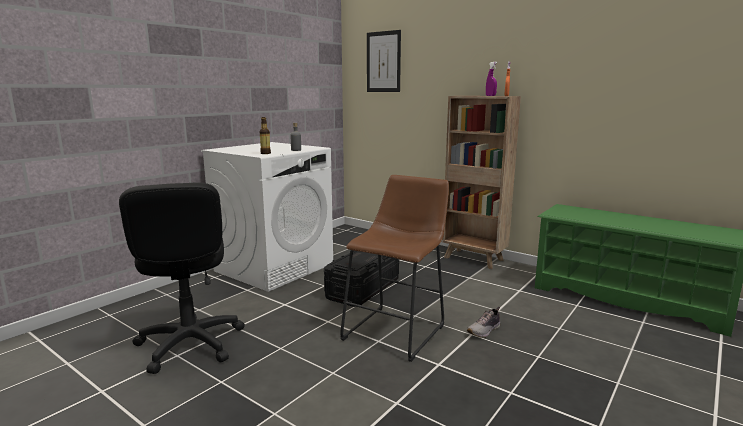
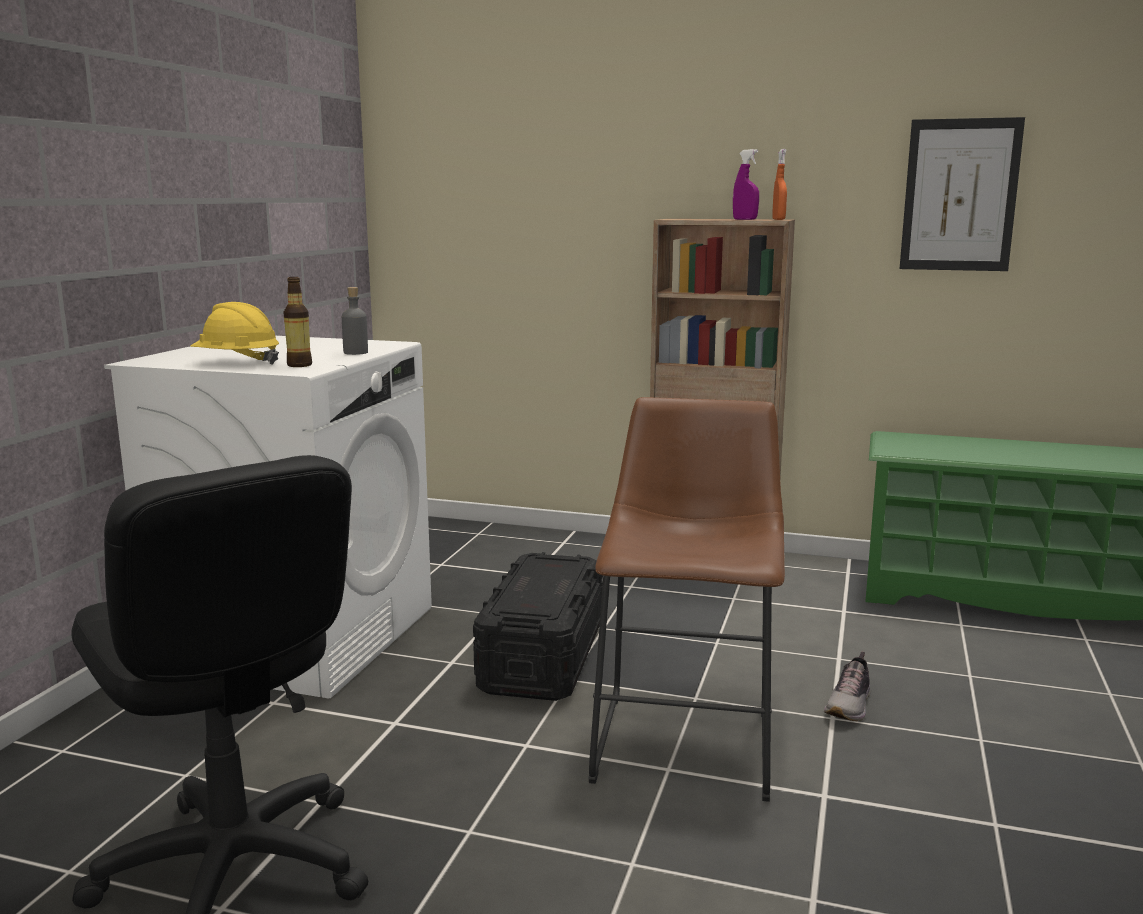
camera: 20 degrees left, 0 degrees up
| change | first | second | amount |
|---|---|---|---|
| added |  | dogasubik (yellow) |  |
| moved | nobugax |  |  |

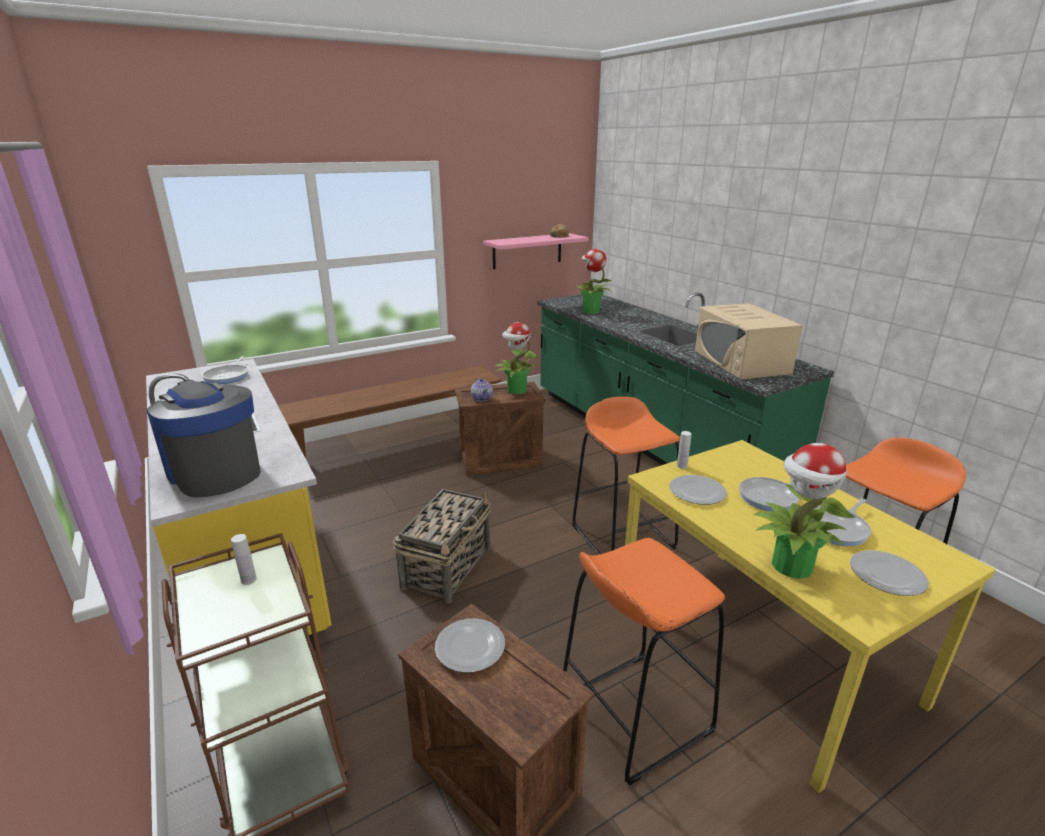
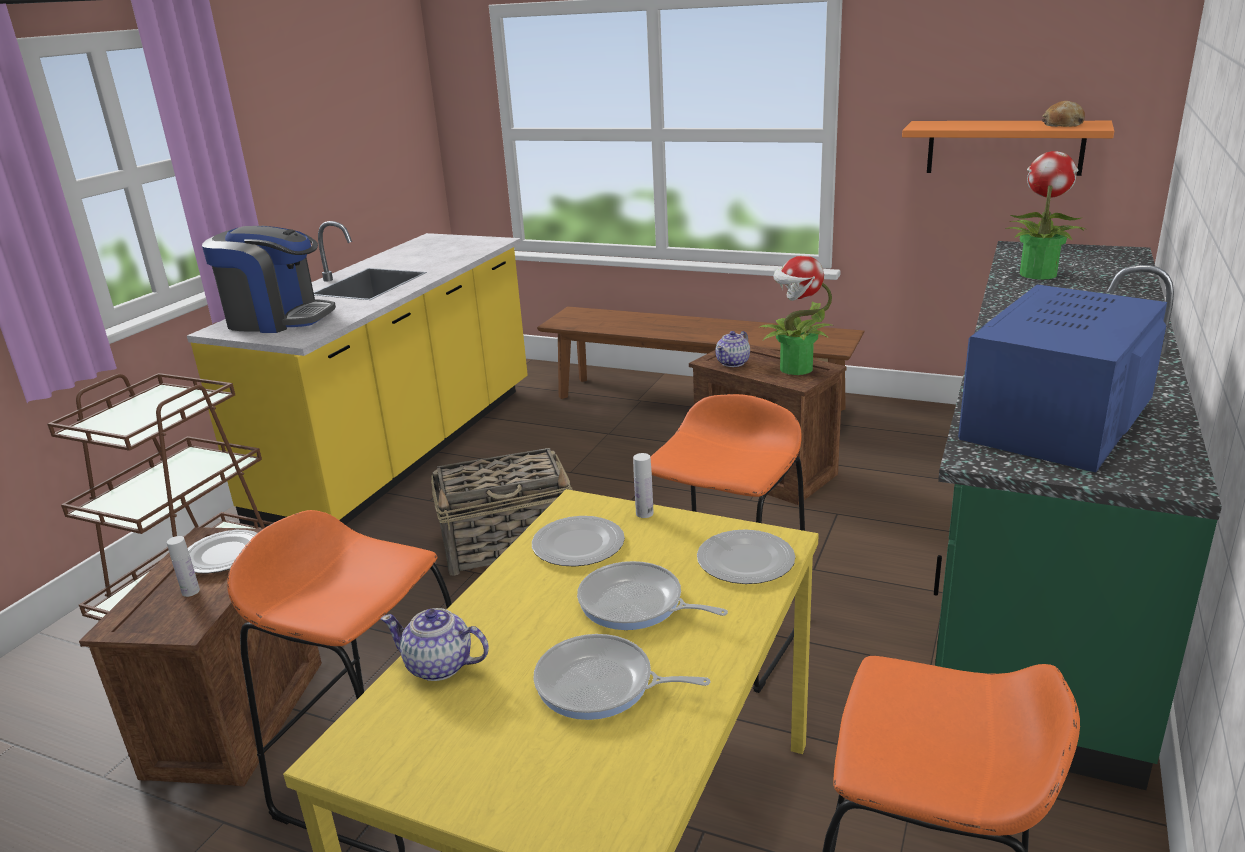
camera: 55 degrees right, 0 degrees up
| change | first | second | amount |
|---|---|---|---|
| moved | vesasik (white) (1st from left) |  |  |
| turned | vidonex |  | 90 degrees clockwise |
| replaced | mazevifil (3rd from left) | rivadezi (1st from left) |  |
| moved | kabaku (3rd from left) |  |  |
| recoloured | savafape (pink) | savafape (orange) |  |
| recoloured | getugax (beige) | getugax (blue) |  |
| removed | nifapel (1st from left) |  |  |

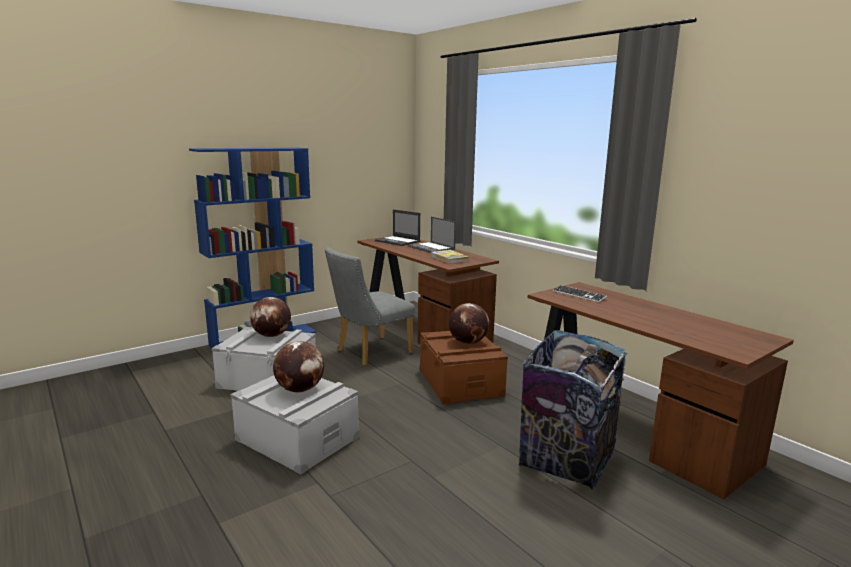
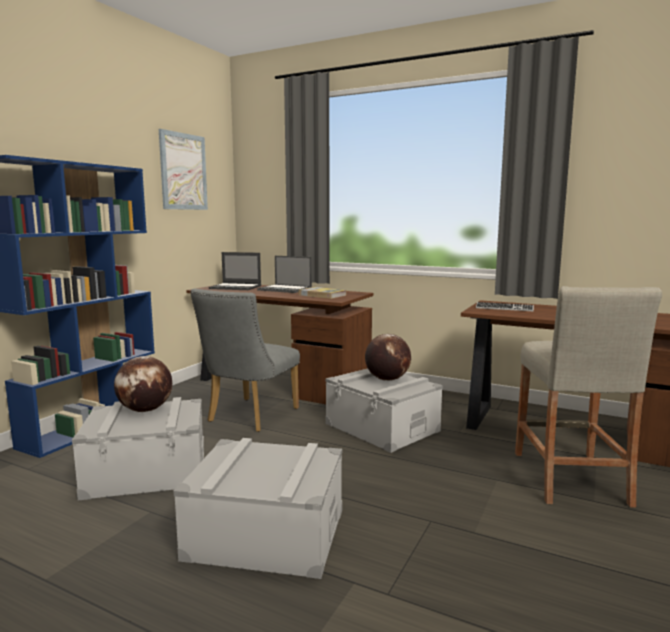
camera: 25 degrees left, 5 degrees down
| change | first | second | amount |
|---|---|---|---|
| added |  | nobugax |  |
| recoloured | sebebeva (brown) | sebebeva (grey) (3rd from left) |  |
| replaced | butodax | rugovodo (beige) |  |
| removed | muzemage (2nd from left) |  |  |

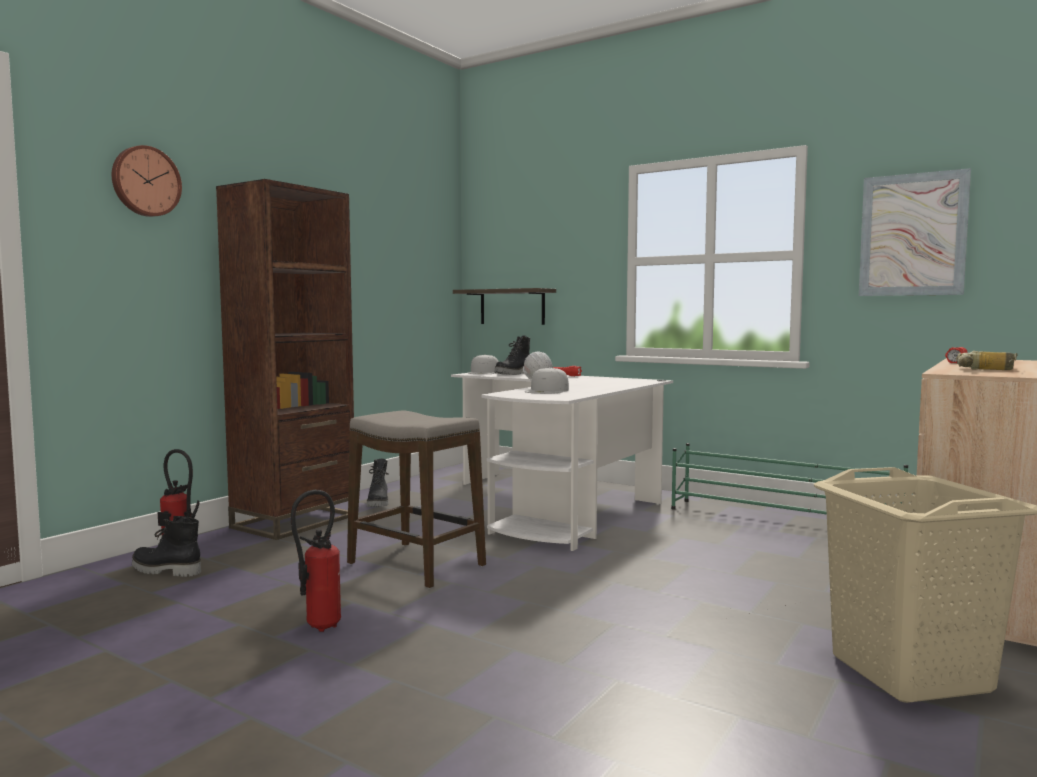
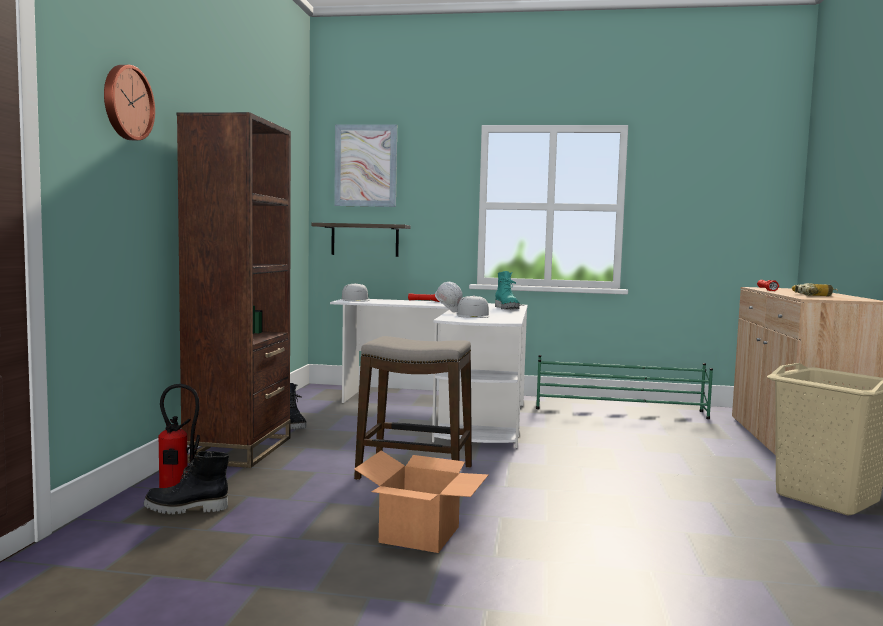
camera: 25 degrees left, 0 degrees up
| change | first | second | amount |
|---|---|---|---|
| moved | nobugax |  |  |
| replaced | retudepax (2nd from left) | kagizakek |  |
| added |  | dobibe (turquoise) |  |
| removed | dobibe (black) (3rd from left) |  |  |

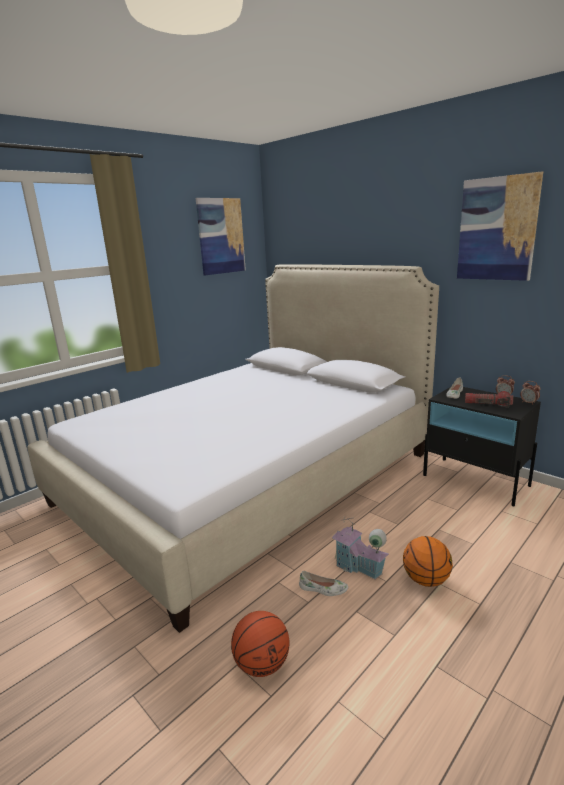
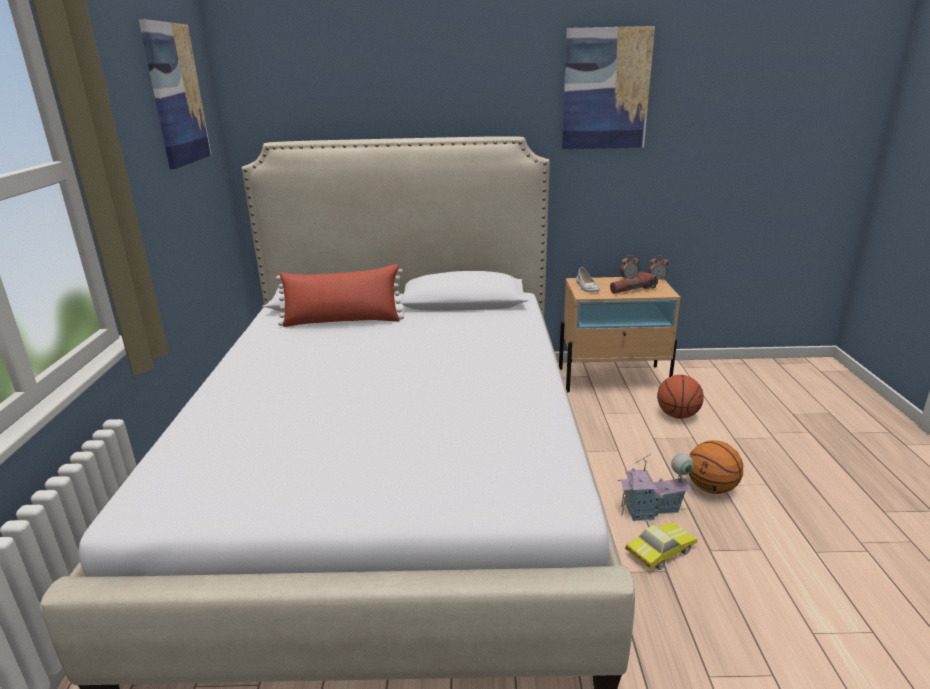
camera: 45 degrees left, 5 degrees up
| change | first | second | amount |
|---|---|---|---|
| added |  | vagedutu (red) |  |
| recoloured | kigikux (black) | kigikux (beige) |  |
| replaced | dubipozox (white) (1st from left) | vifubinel |  |
| moved | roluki (1st from left) |  |  |

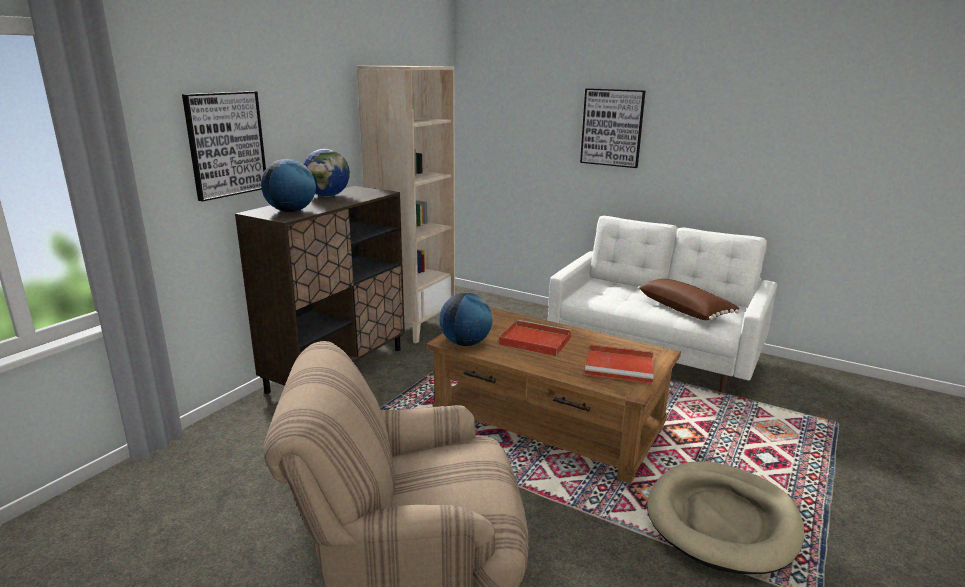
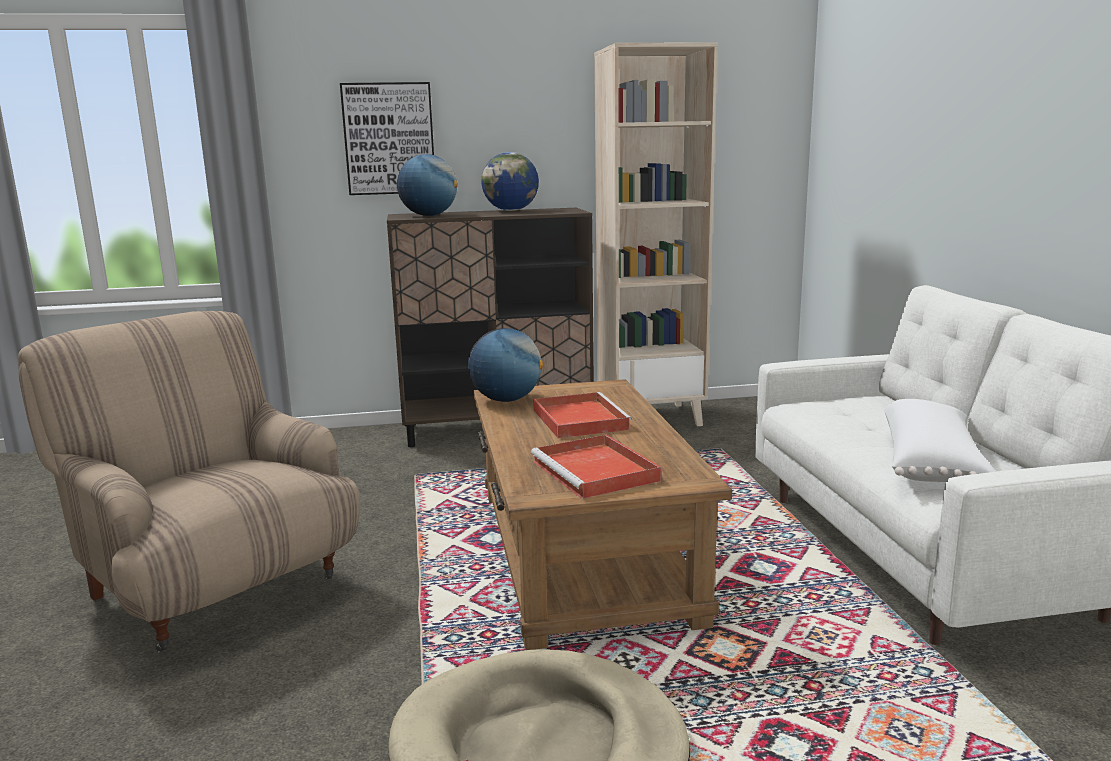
camera: 50 degrees right, 5 degrees down
| change | first | second | amount |
|---|---|---|---|
| recoloured | vagedutu (brown) | vagedutu (white) |  |
| removed | nobugax (2nd from left) |  |  |

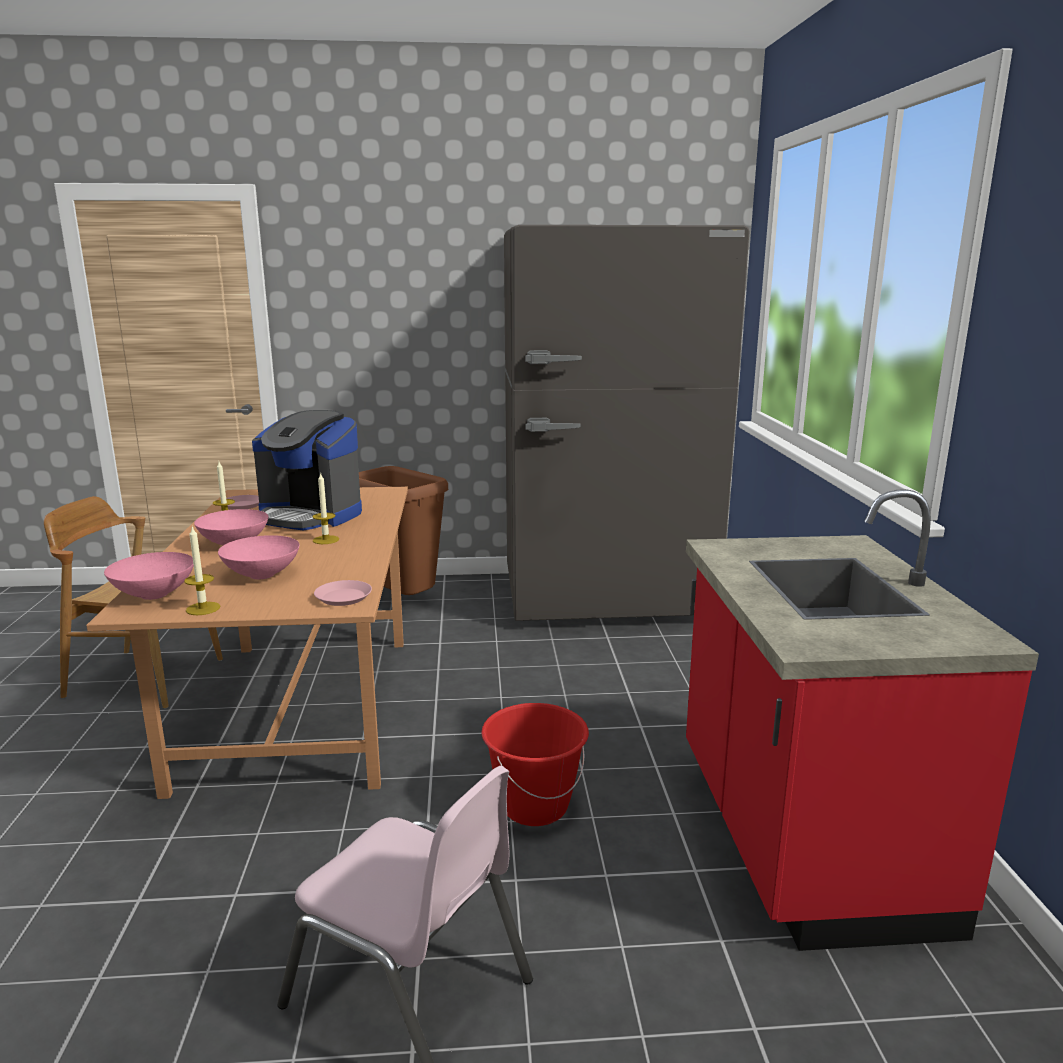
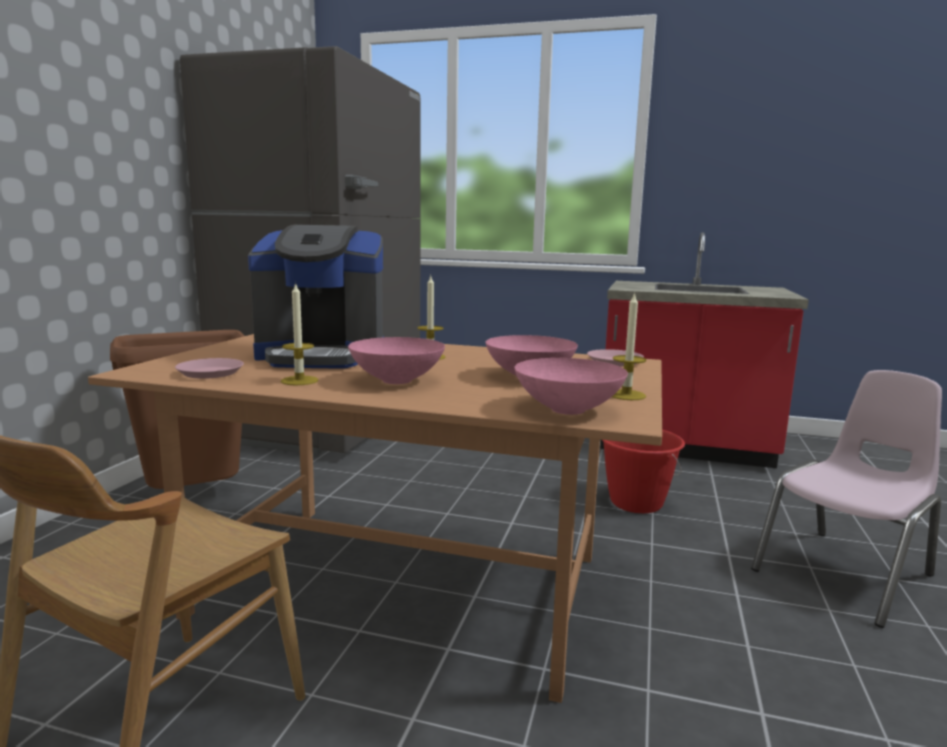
camera: 70 degrees left, 5 degrees down
| change | first | second | amount |
|---|---|---|---|
| turned | vidonex |  | 45 degrees clockwise |

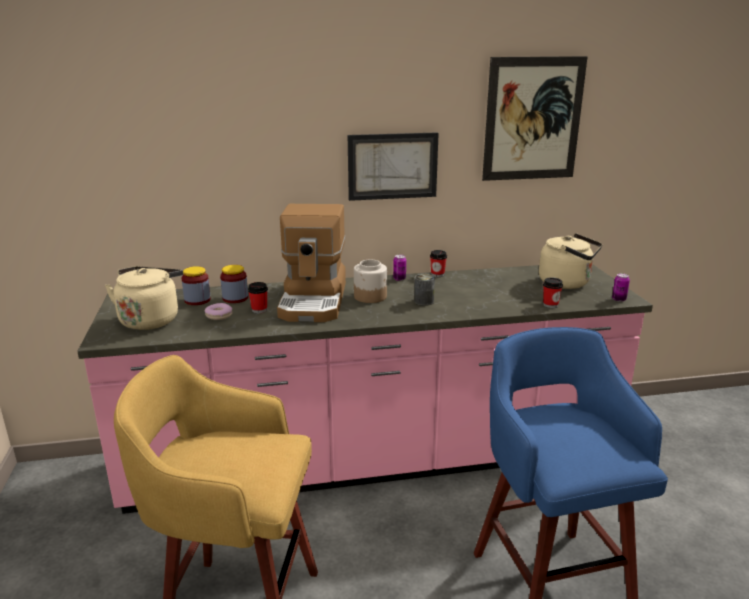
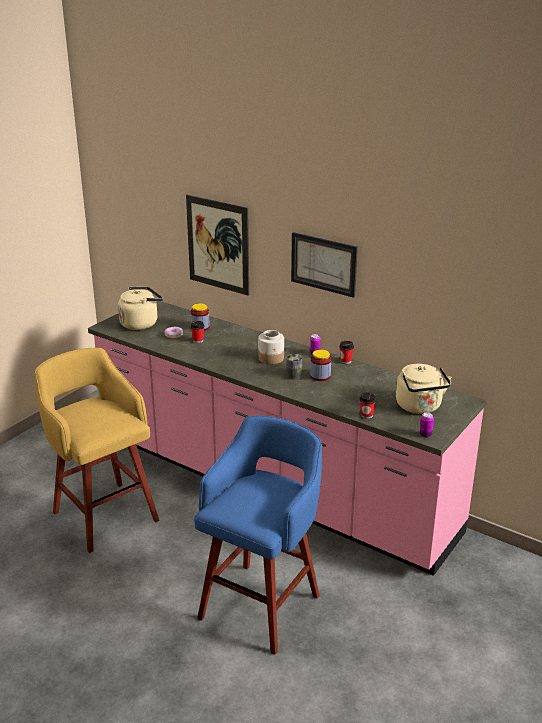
camera: 45 degrees right, 5 degrees up
| change | first | second | amount |
|---|---|---|---|
| moved | nobugax (2nd from left in the first image) | nobugax (1st from left) |  |
| moved | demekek (1st from left in the first image) | demekek (3rd from left) |  |
| removed | vidonex |  |  |

